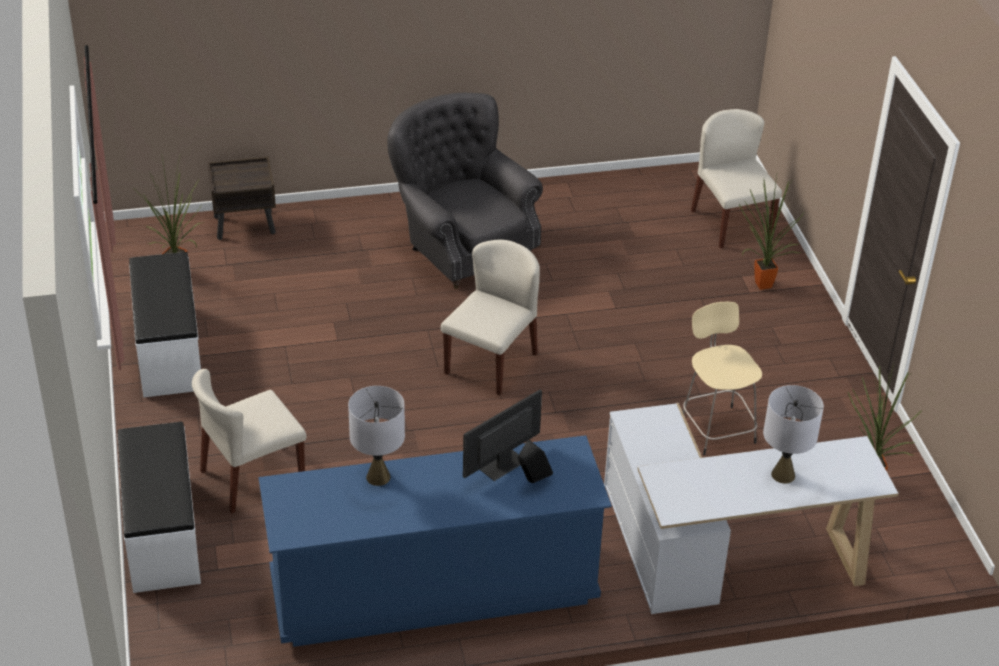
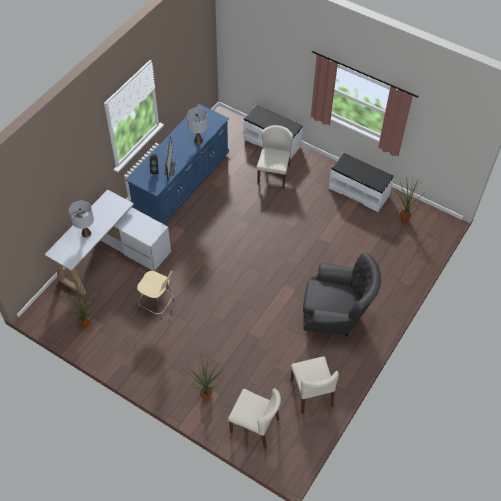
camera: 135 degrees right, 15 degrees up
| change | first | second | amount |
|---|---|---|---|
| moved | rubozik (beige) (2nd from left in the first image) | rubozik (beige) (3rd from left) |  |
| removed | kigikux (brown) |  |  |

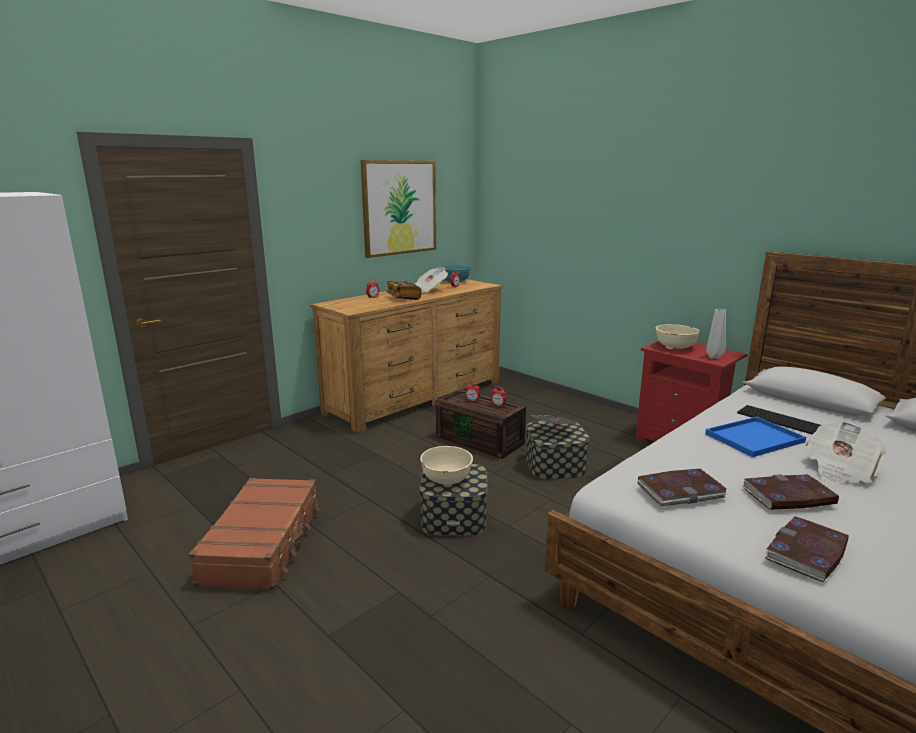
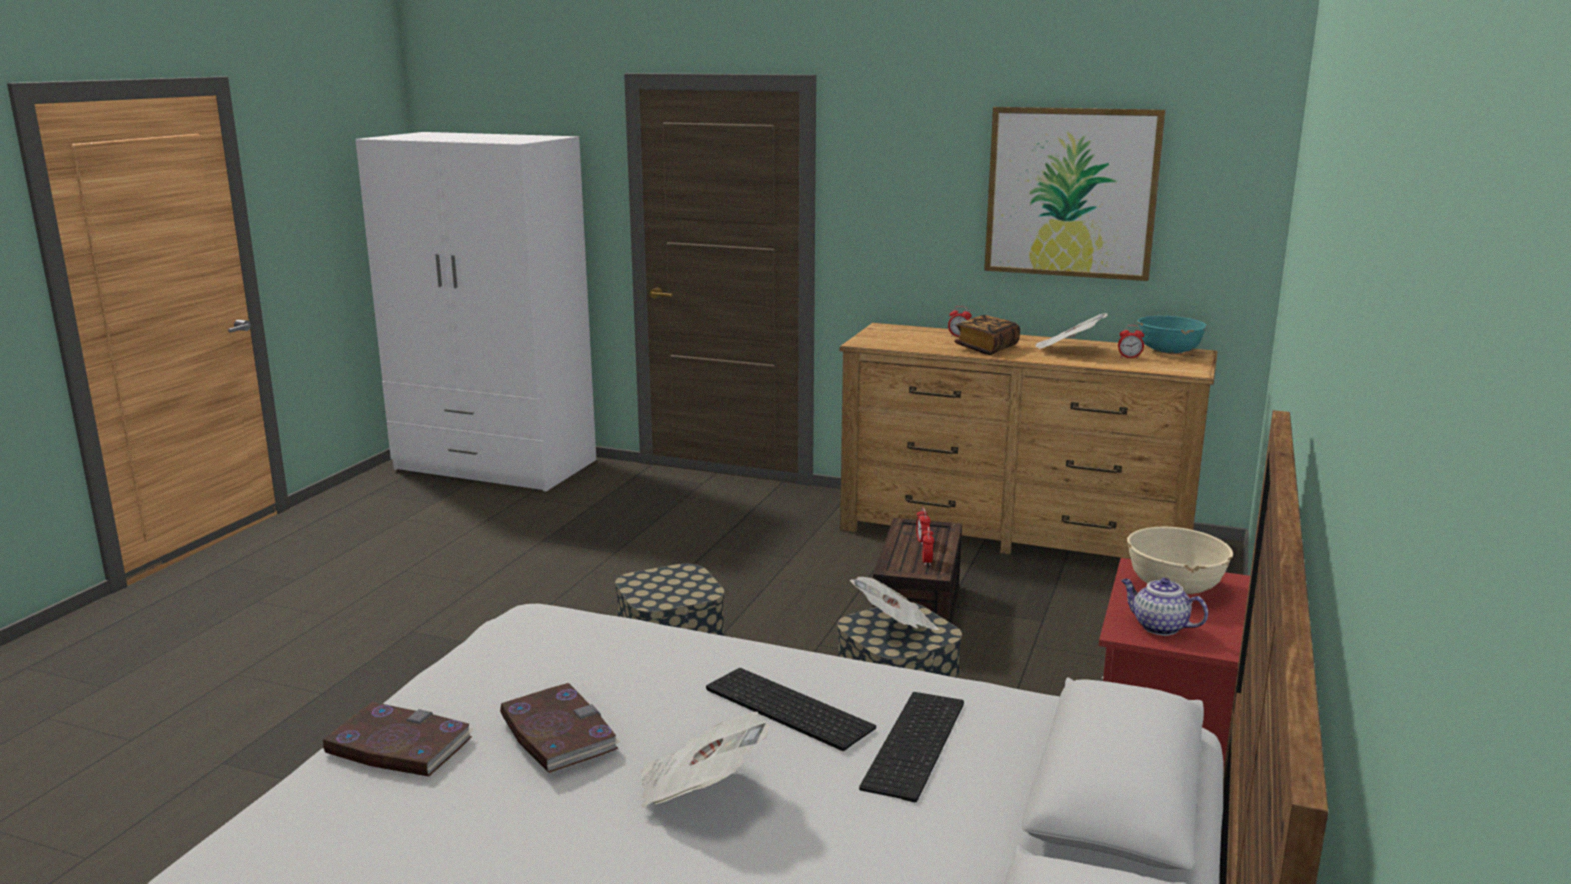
camera: 65 degrees right, 0 degrees up
| change | first | second | amount |
|---|---|---|---|
| replaced | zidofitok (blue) | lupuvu (1st from left) |  |
| replaced | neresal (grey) | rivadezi |  |
| removed | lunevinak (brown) |  |  |
| removed | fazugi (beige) (1st from left) |  |  |
| removed | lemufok (2nd from left) |  |  |

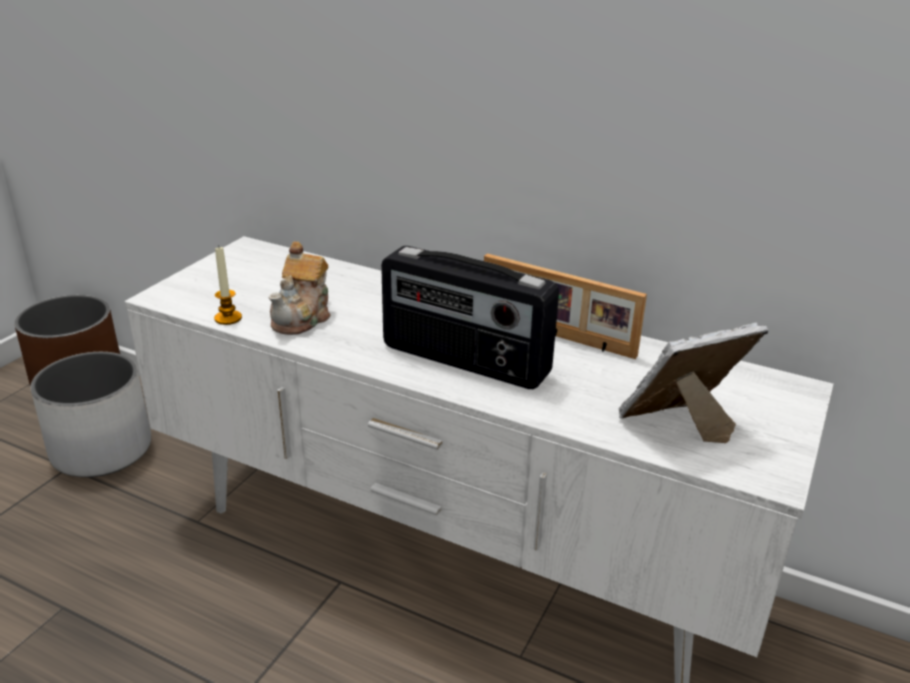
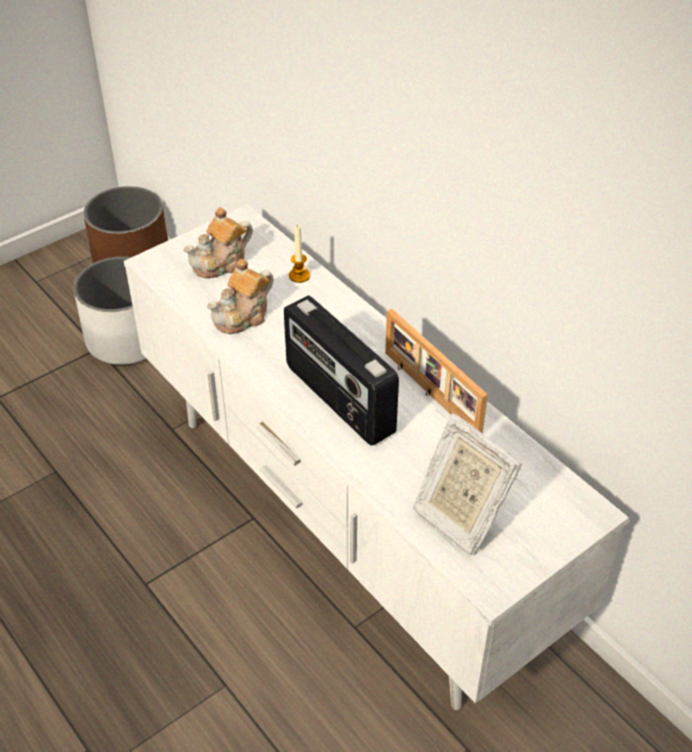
camera: 25 degrees right, 15 degrees up
| change | first | second | amount |
|---|---|---|---|
| added |  | rivadezi (1st from left) |  |
| moved | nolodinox |  |  |
| turned | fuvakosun (2nd from left) |  | 135 degrees counterclockwise |

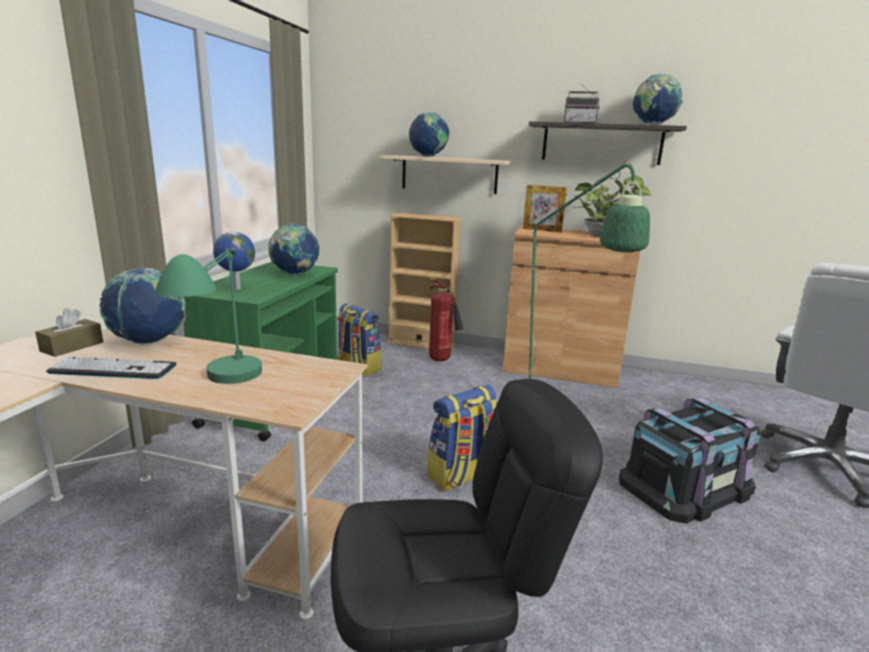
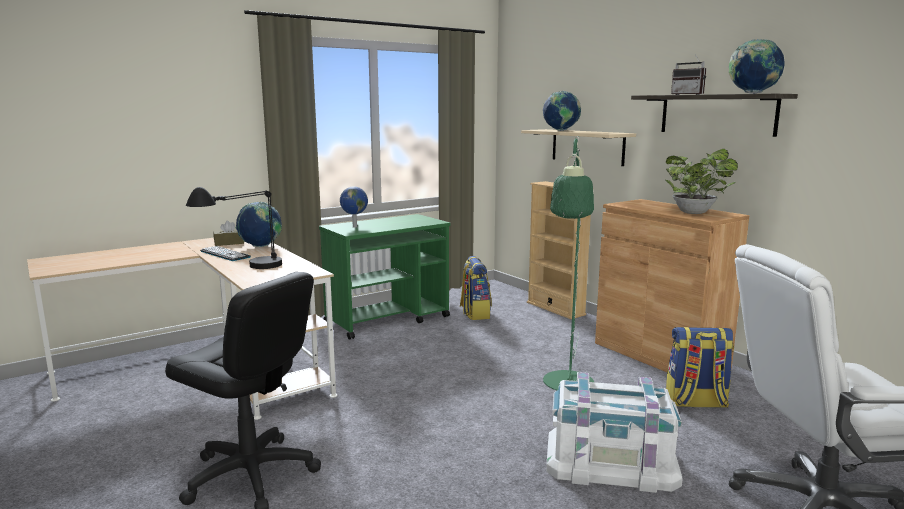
camera: 40 degrees right, 5 degrees down
| change | first | second | amount |
|---|---|---|---|
| recoloured | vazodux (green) | vazodux (black) |  |
| recoloured | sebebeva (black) | sebebeva (white) |  |
| moved | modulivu (2nd from left) |  |  |
| removed | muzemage (3rd from left) |  |  |
| removed | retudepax |  |  |
| removed | fuvakosun |  |  |

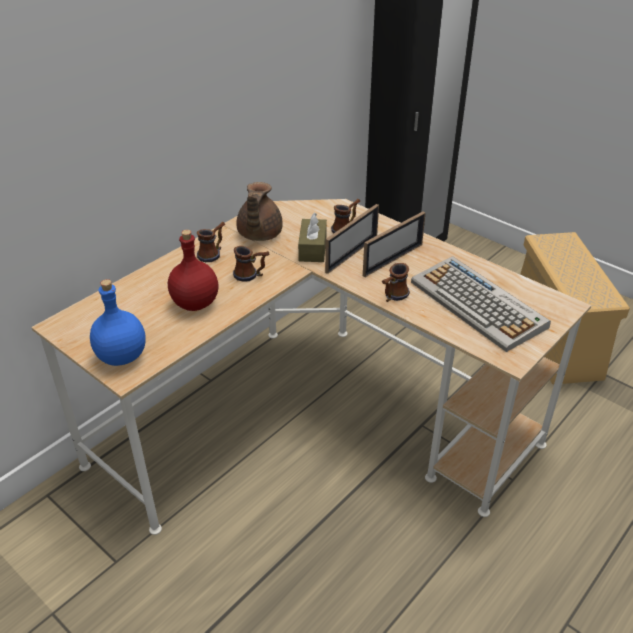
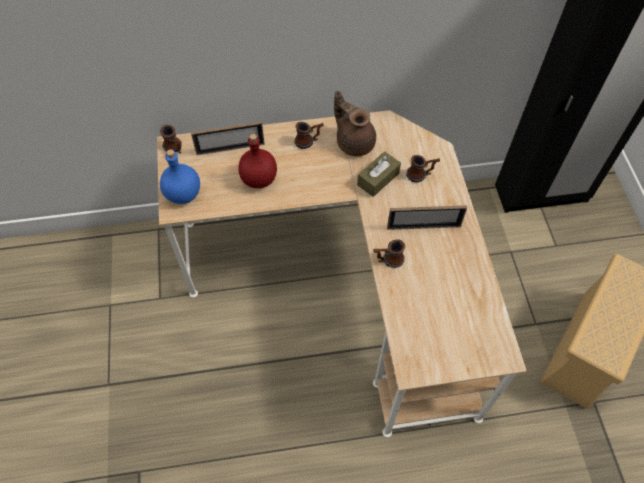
camera: 40 degrees right, 20 degrees up
| change | first | second | amount |
|---|---|---|---|
| moved | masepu (2nd from left in the first image) | masepu (1st from left) |  |
| moved | fuvakosun (1st from left) |  |  |
| turned | rivadezi (brown) |  | 90 degrees clockwise |
| removed | lupuvu |  |  |

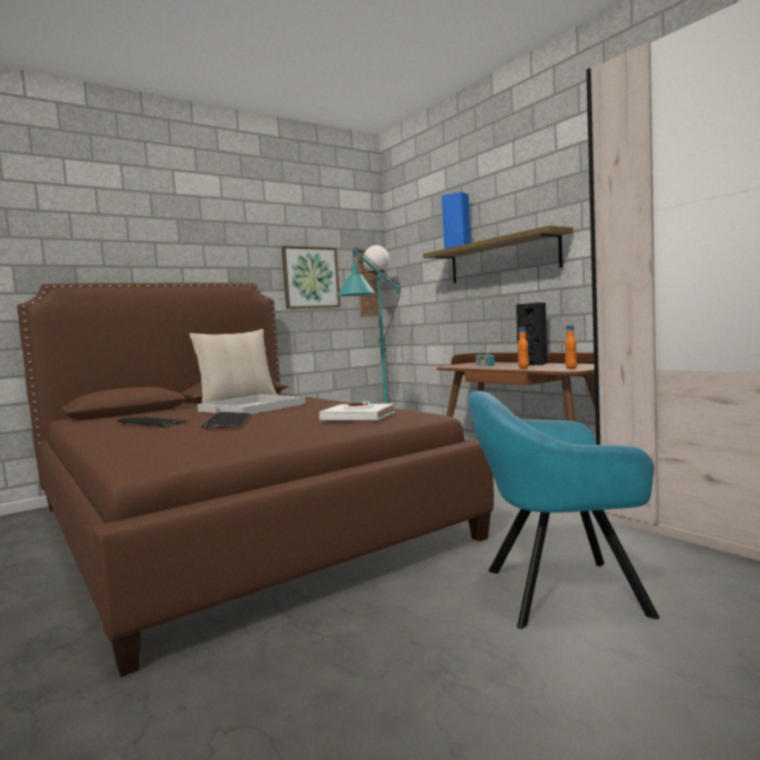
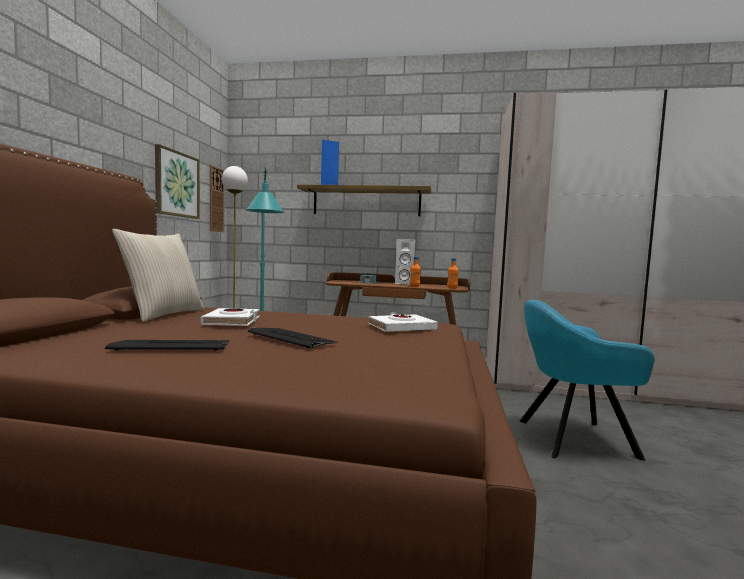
camera: 45 degrees left, 0 degrees up
| change | first | second | amount |
|---|---|---|---|
| replaced | zidofitok (white) | lemufok (white) (1st from left) |  |
| recoloured | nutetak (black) | nutetak (white) |  |
| turned | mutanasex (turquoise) |  | 45 degrees clockwise |

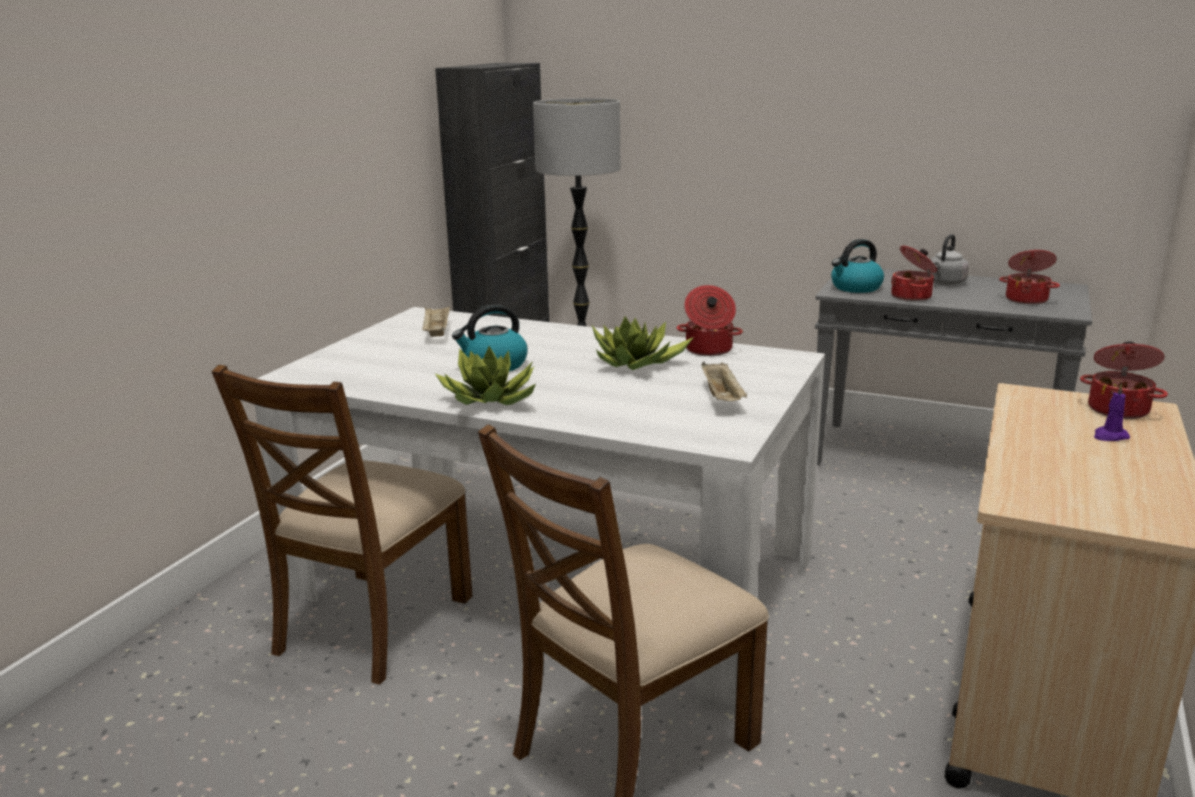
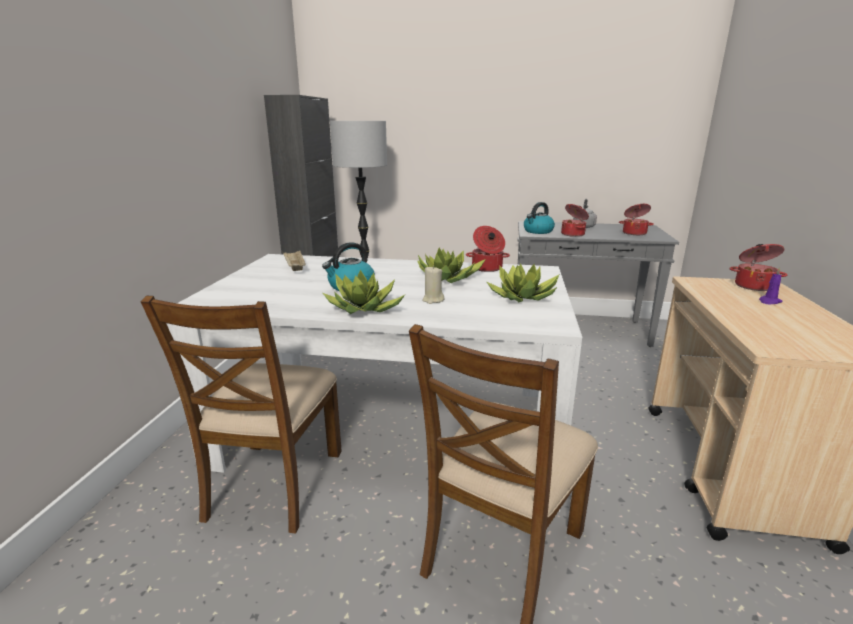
camera: 15 degrees left, 0 degrees up
| change | first | second | amount |
|---|---|---|---|
| added |  | nolodinox (beige) |  |
| replaced | zidofitok (beige) (2nd from left) | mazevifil (3rd from left) |  |

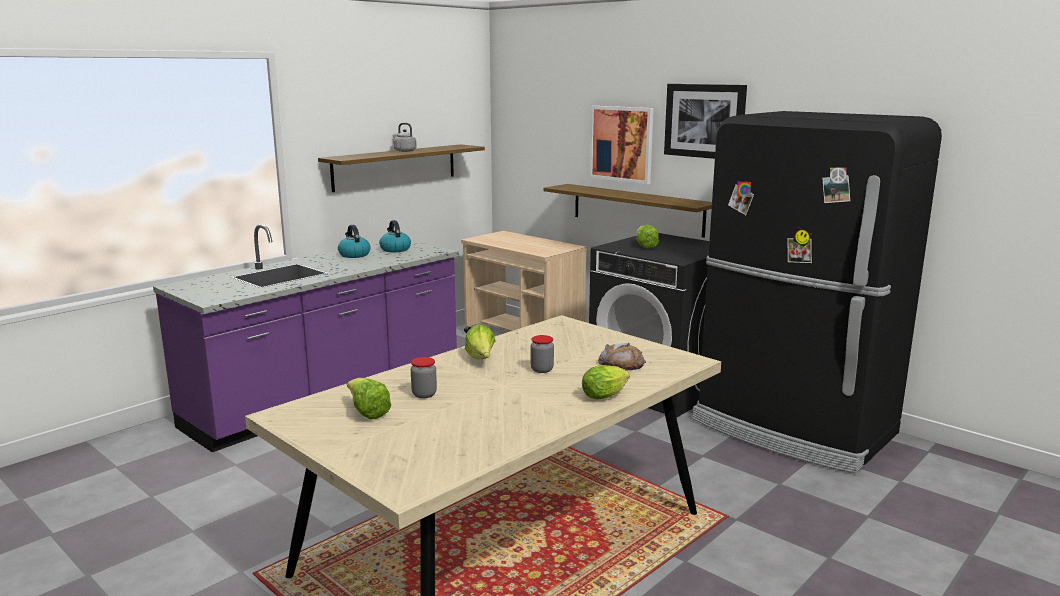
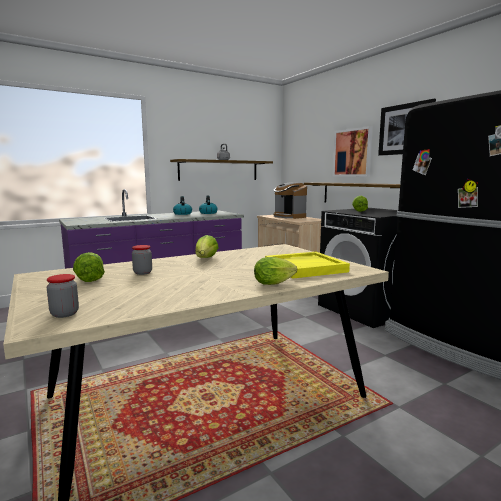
camera: 15 degrees right, 5 degrees down
| change | first | second | amount |
|---|---|---|---|
| moved | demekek (2nd from left in the first image) | demekek (1st from left) |  |
| replaced | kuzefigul | zidofitok (yellow) |  |
| added |  | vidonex |  |

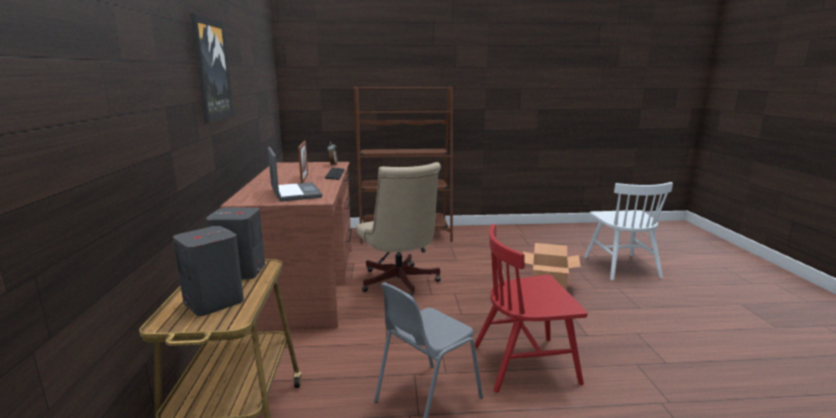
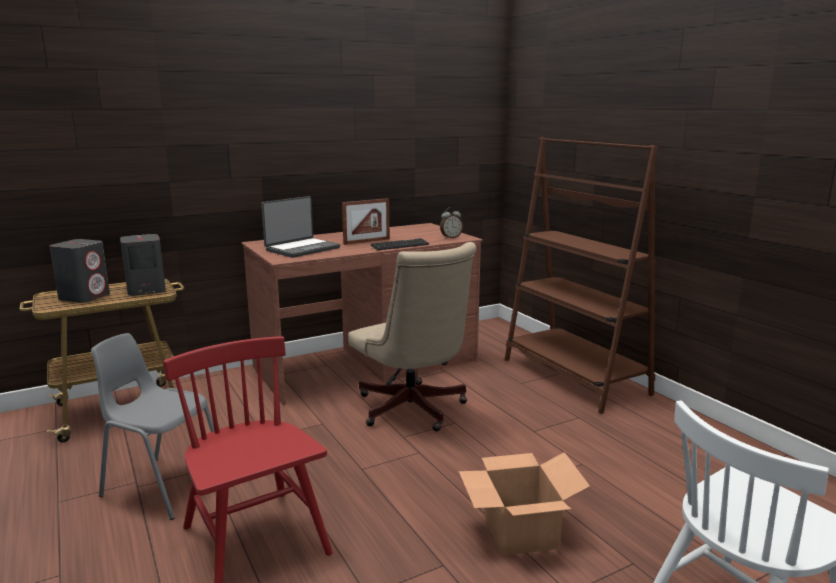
camera: 65 degrees right, 0 degrees up
| change | first | second | amount |
|---|---|---|---|
| turned | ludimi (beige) |  | 75 degrees counterclockwise |
| removed | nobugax |  |  |

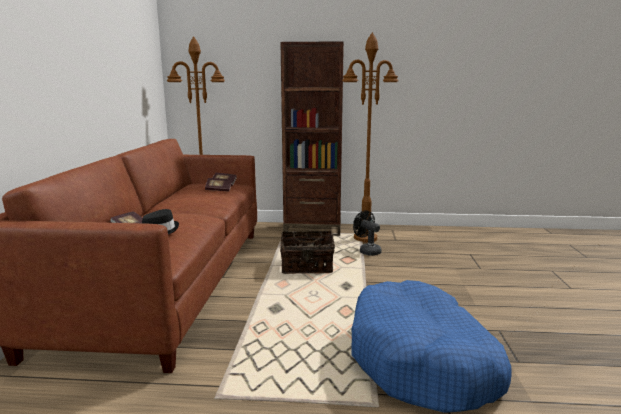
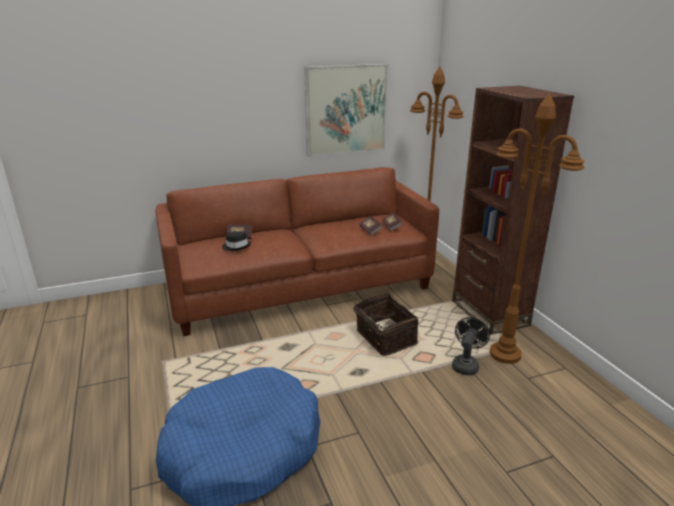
camera: 65 degrees right, 10 degrees up
| change | first | second | amount |
|---|---|---|---|
| added |  | nobugax |  |

